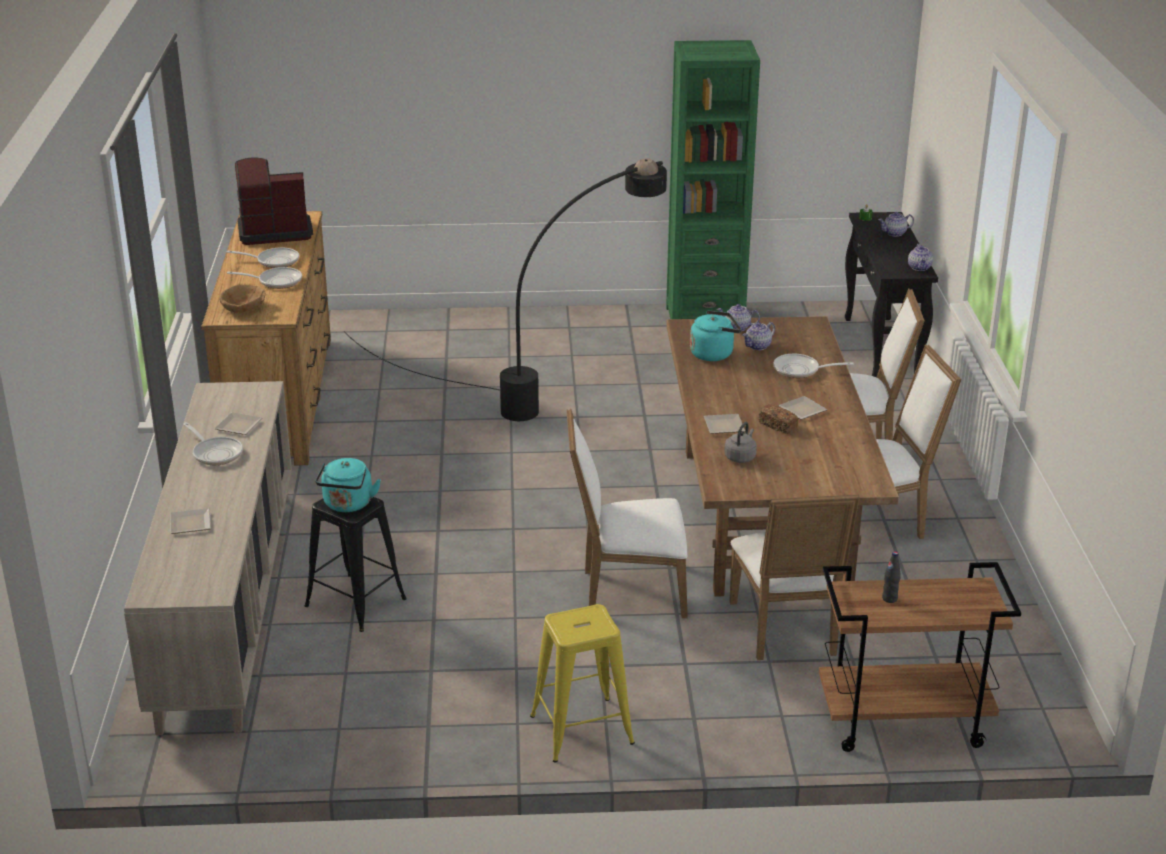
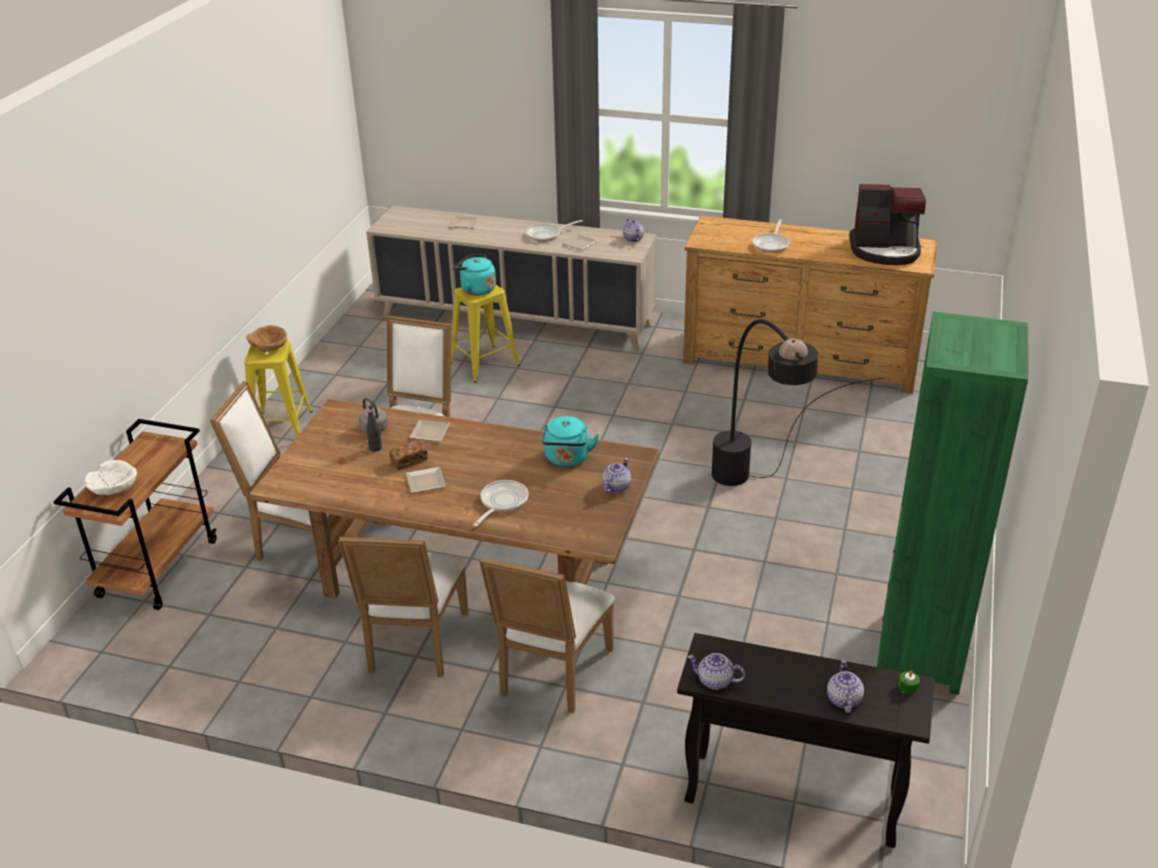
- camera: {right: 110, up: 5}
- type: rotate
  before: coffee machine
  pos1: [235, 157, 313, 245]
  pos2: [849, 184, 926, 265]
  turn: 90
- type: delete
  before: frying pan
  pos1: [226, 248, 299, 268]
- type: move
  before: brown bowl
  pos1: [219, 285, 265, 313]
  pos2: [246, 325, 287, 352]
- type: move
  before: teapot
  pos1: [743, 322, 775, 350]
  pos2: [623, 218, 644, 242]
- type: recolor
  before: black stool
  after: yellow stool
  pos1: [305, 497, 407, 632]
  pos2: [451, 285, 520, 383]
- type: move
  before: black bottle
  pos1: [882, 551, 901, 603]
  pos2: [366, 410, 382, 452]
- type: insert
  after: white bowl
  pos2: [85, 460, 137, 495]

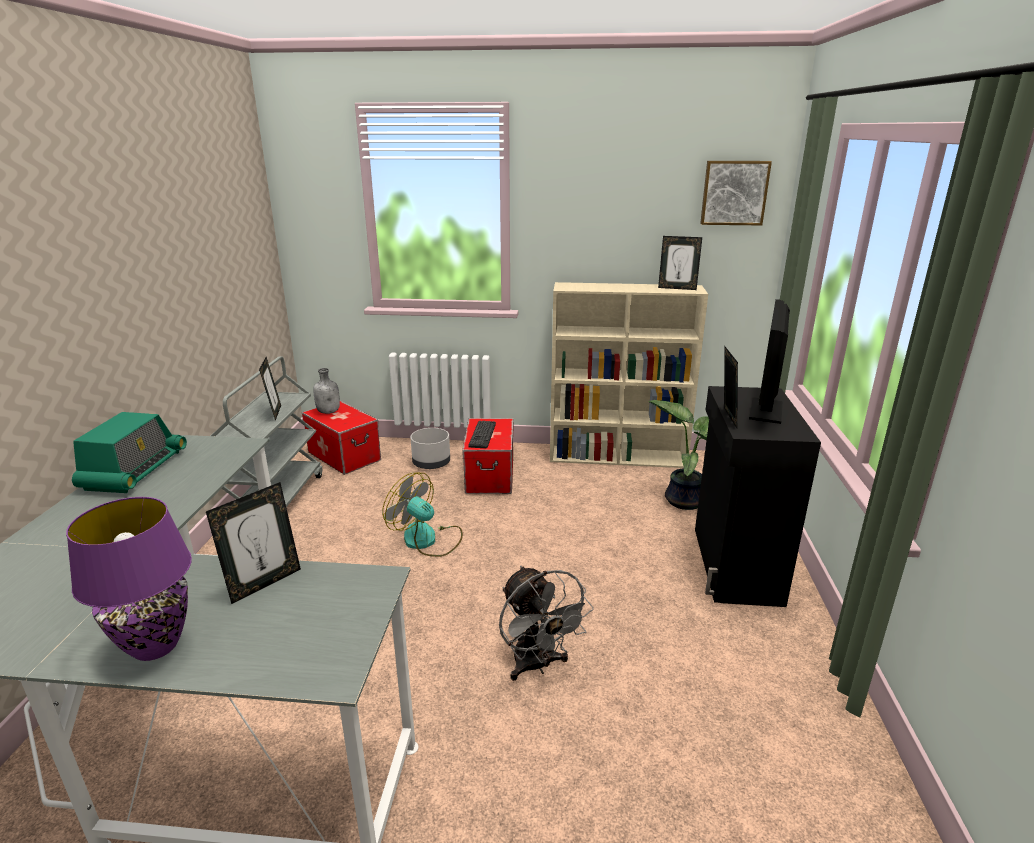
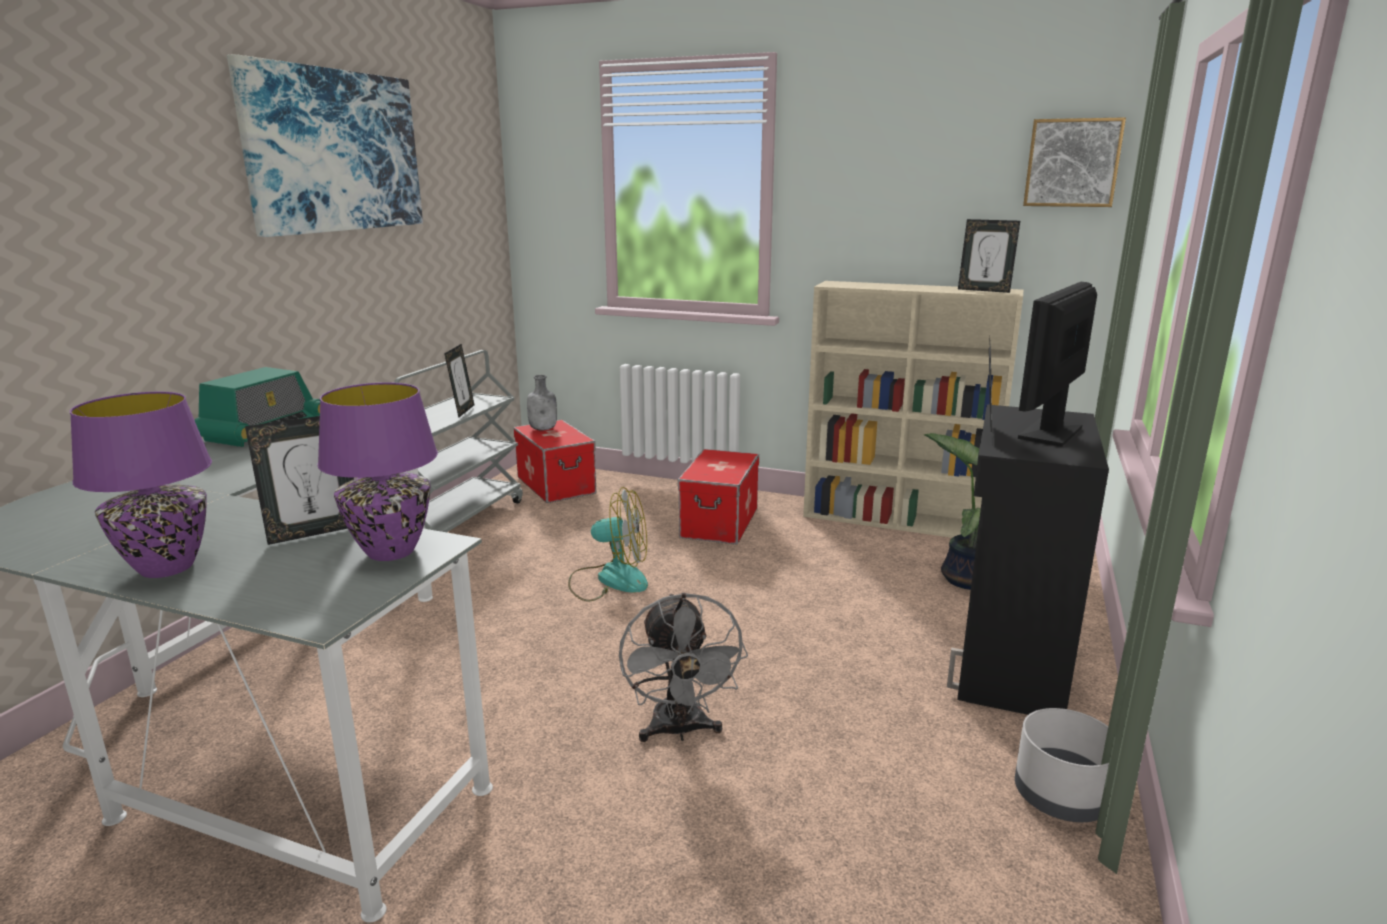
- camera: {right: 15, up: -5}
- type: delete
  before: keyboard
  pos1: [469, 421, 496, 448]
- type: move
  before: grey planter
  pos1: [410, 428, 450, 469]
  pos2: [1015, 708, 1109, 822]
- type: rotate
  before: fan
  pos1: [382, 472, 463, 557]
  pos2: [568, 487, 648, 601]
  turn: 135
- type: insert
  after: picture
  pos2: [227, 54, 423, 237]
- type: insert
  after: purple table lamp
  pos2: [317, 382, 438, 561]

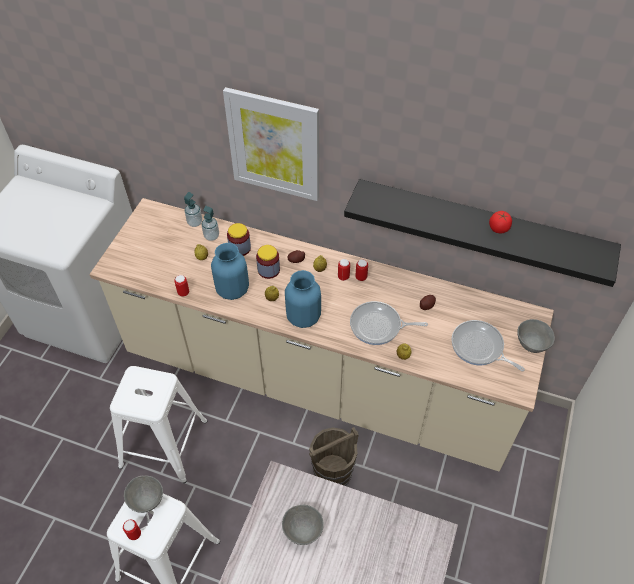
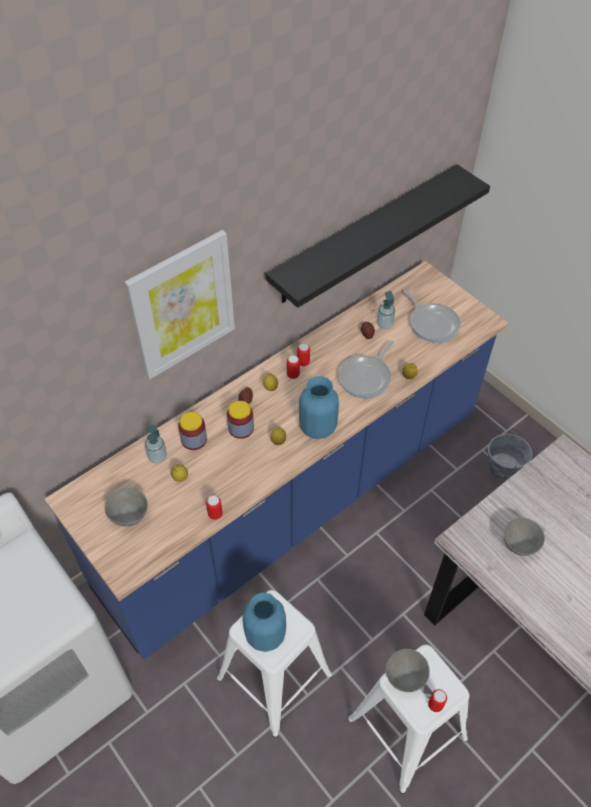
- camera: {right: -60, up: 0}
- type: move
  before: soap dispenser
  pos1: [184, 192, 202, 227]
  pos2: [377, 291, 395, 329]
- type: recolor
  before: beige counter
  after: blue counter
  pos1: [89, 198, 554, 471]
  pos2: [44, 261, 508, 660]
- type: delete
  before: tomato
  pos1: [489, 211, 512, 233]
- type: move
  before: blue vase
  pos1: [211, 243, 249, 300]
  pos2: [243, 592, 286, 652]
- type: move
  before: grey bowl
  pos1: [517, 319, 555, 353]
  pos2: [104, 488, 148, 526]
- type: rotate
  before: frying pan
  pos1: [451, 320, 525, 371]
  pos2: [403, 289, 461, 343]
  turn: -105
- type: delete
  before: brown bucket
  pos1: [309, 427, 359, 486]
- type: insert
  after: grey bucket
  pos2: [488, 431, 533, 480]

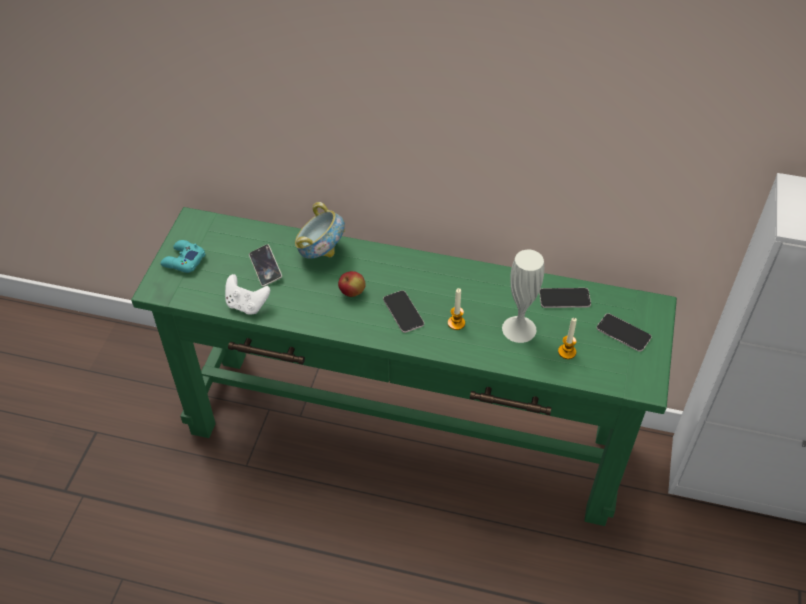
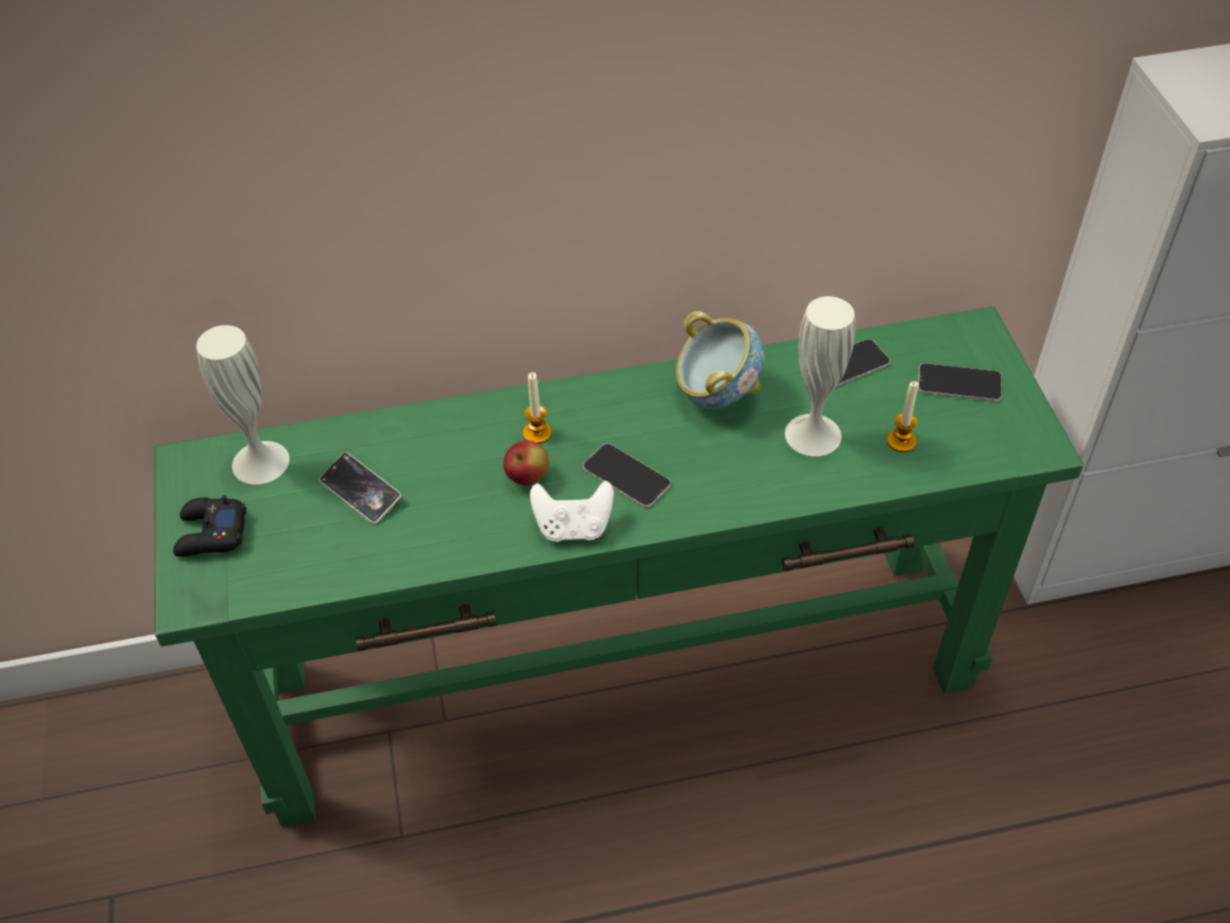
- camera: {right: -25, up: 0}
- type: move
  before: bowl
  pos1: [295, 202, 345, 259]
  pos2: [676, 311, 764, 409]
- type: recolor
  before: turquoise game controller
  after: black game controller
  pos1: [160, 240, 206, 273]
  pos2: [173, 495, 247, 557]
- type: move
  before: white game controller
  pos1: [225, 274, 270, 314]
  pos2: [530, 481, 614, 542]
- type: move
  before: candle
  pos1: [448, 288, 465, 330]
  pos2: [523, 372, 552, 444]
- type: insert
  after: white vase
  pos2: [196, 325, 290, 485]

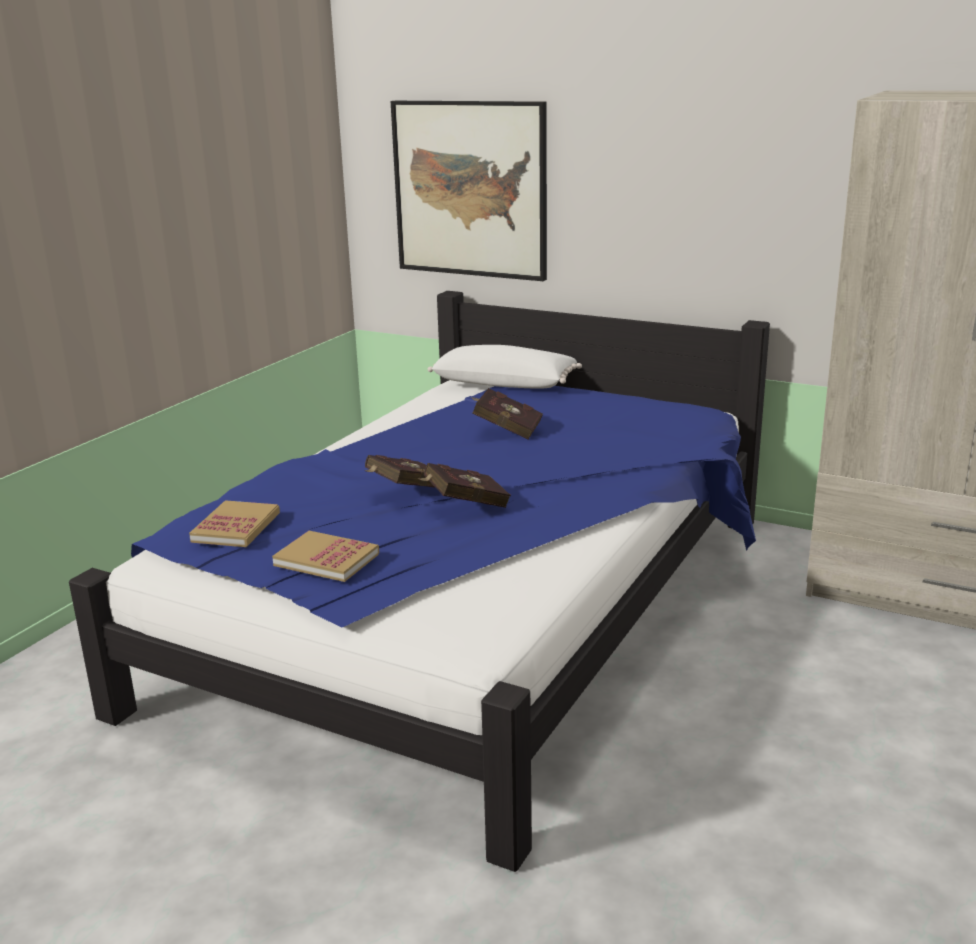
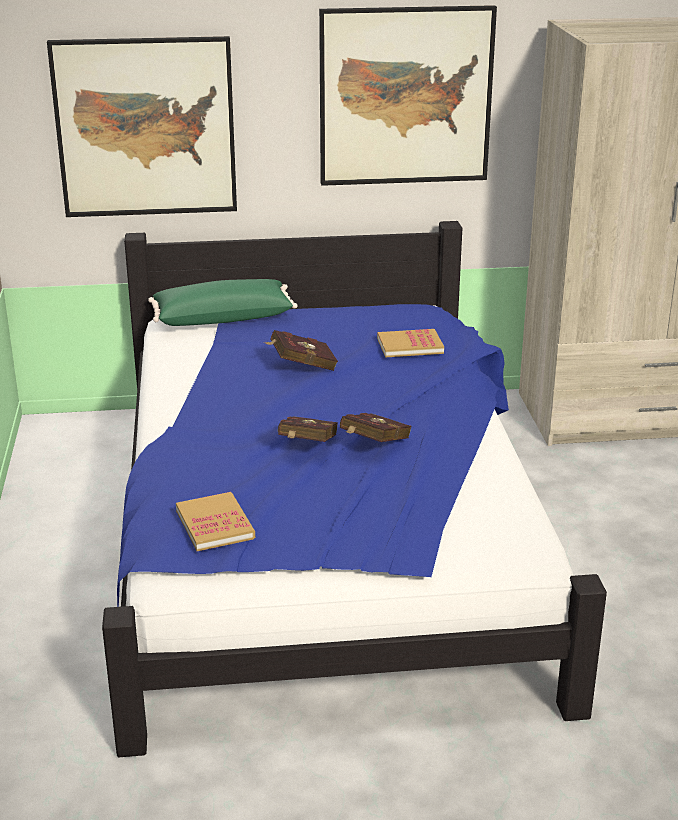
- camera: {right: -35, up: 5}
- type: recolor
  before: white pillow
  after: green pillow
  pos1: [428, 345, 582, 389]
  pos2: [148, 279, 297, 326]
- type: move
  before: book
  pos1: [272, 531, 379, 582]
  pos2: [377, 329, 444, 358]
- type: insert
  after: picture
  pos2: [319, 5, 497, 186]

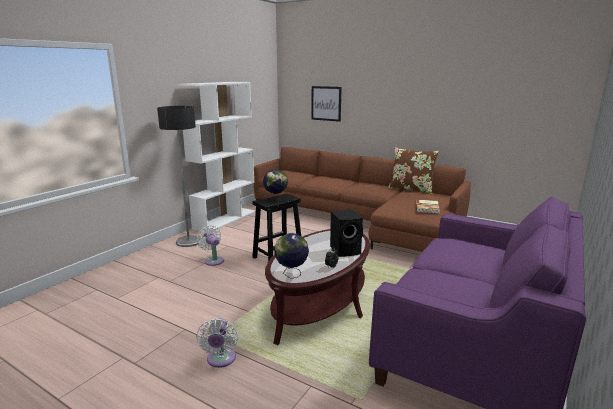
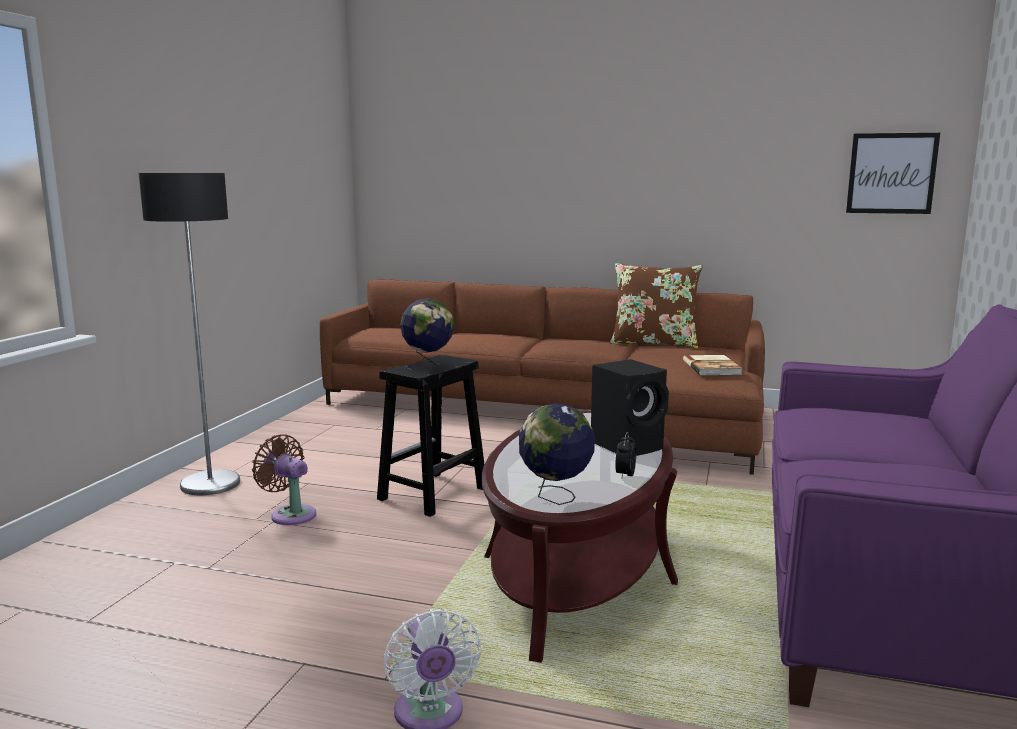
- camera: {right: -15, up: -5}
- type: delete
  before: white bookcase
  pos1: [178, 82, 256, 232]
- type: move
  before: picture
  pos1: [311, 86, 342, 122]
  pos2: [846, 133, 940, 214]
- type: recolor
  before: white fan
  after: brown fan
  pos1: [197, 226, 224, 266]
  pos2: [252, 434, 316, 525]

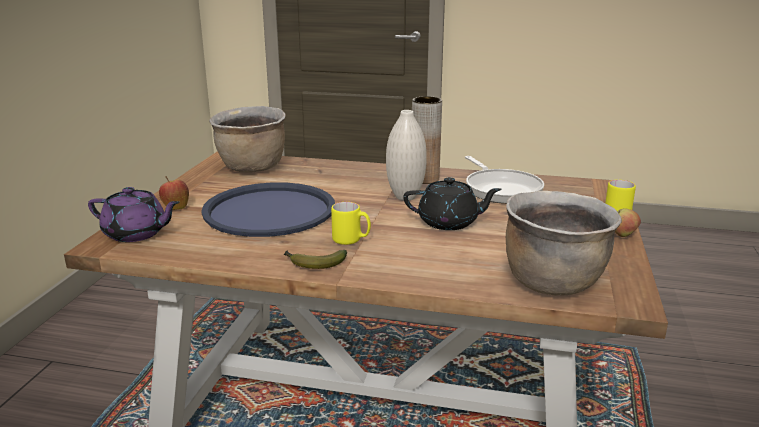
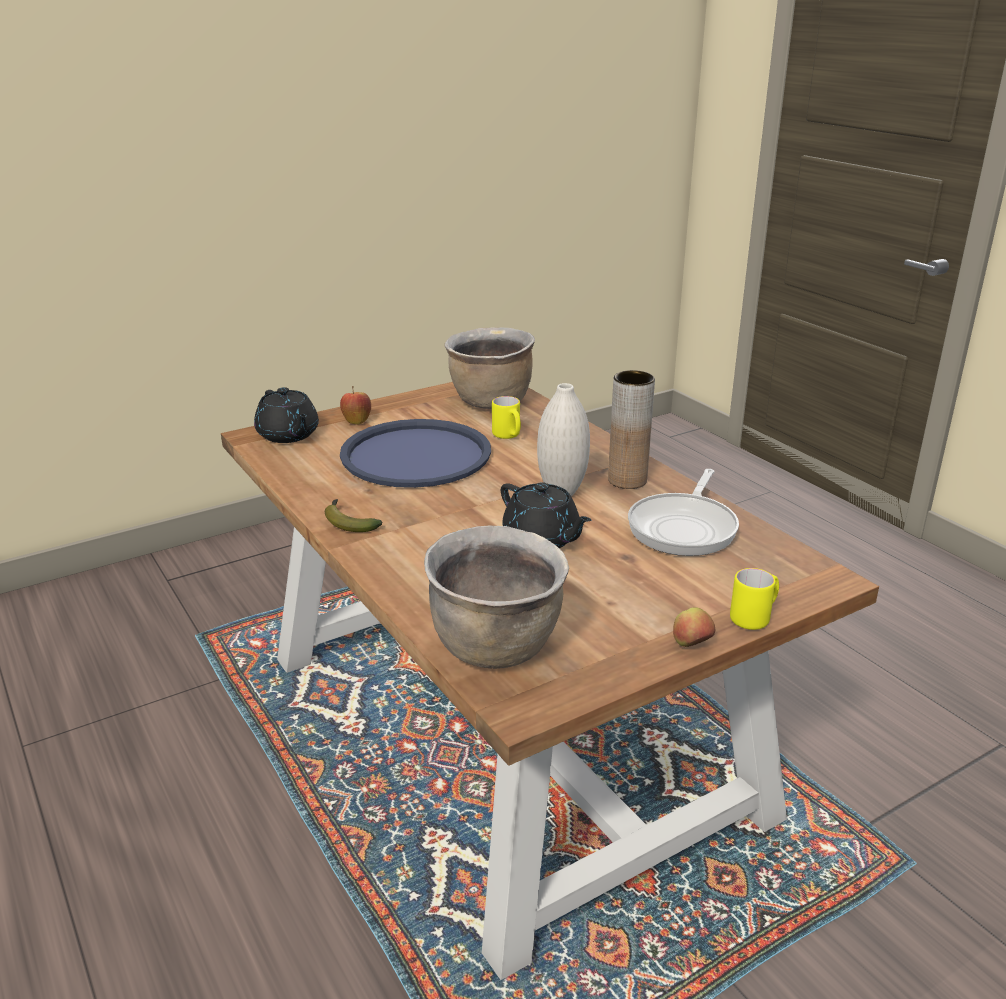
- camera: {right: 45, up: 5}
- type: recolor
  before: purple teapot
  after: black teapot
  pos1: [88, 187, 180, 242]
  pos2: [254, 387, 319, 443]
- type: move
  before: yellow mug
  pos1: [331, 202, 371, 245]
  pos2: [492, 396, 521, 439]

